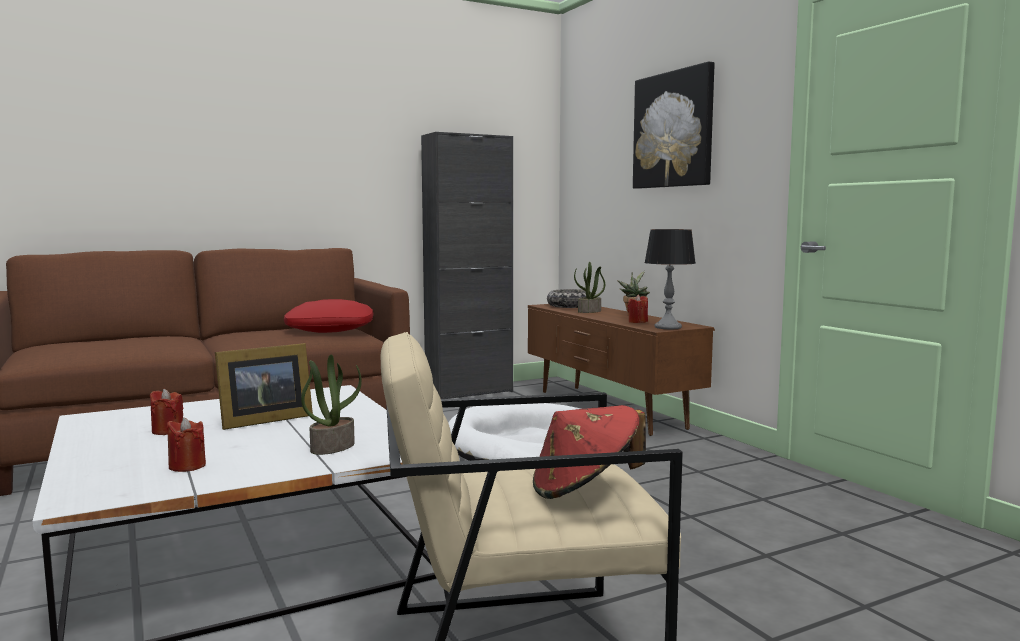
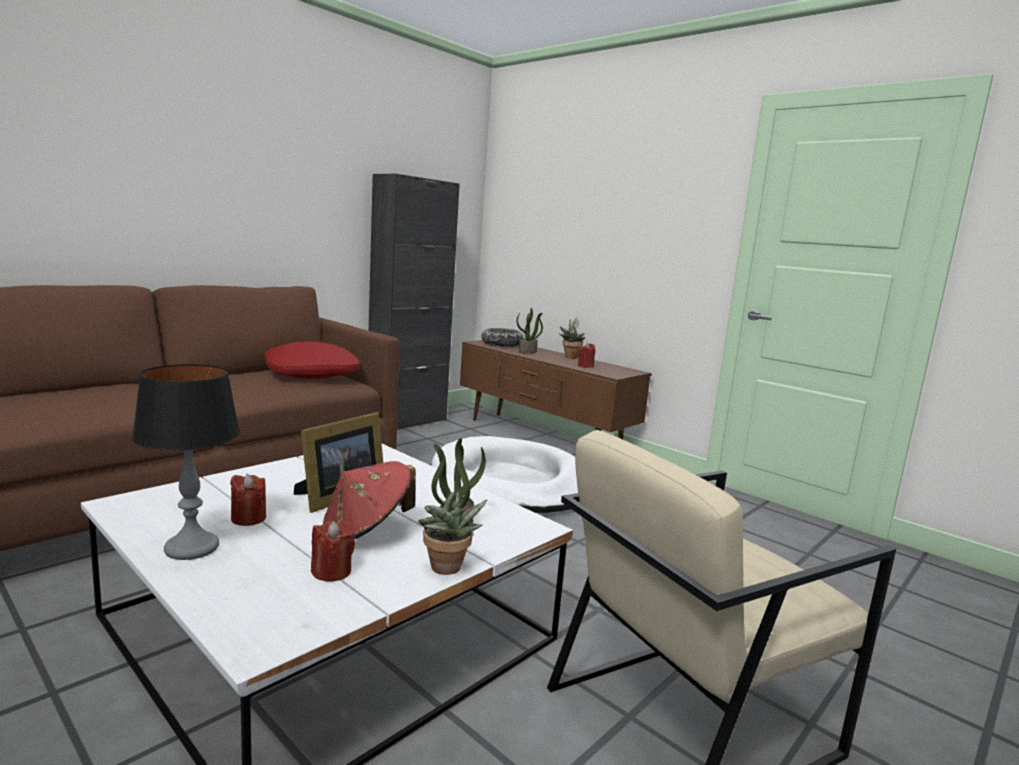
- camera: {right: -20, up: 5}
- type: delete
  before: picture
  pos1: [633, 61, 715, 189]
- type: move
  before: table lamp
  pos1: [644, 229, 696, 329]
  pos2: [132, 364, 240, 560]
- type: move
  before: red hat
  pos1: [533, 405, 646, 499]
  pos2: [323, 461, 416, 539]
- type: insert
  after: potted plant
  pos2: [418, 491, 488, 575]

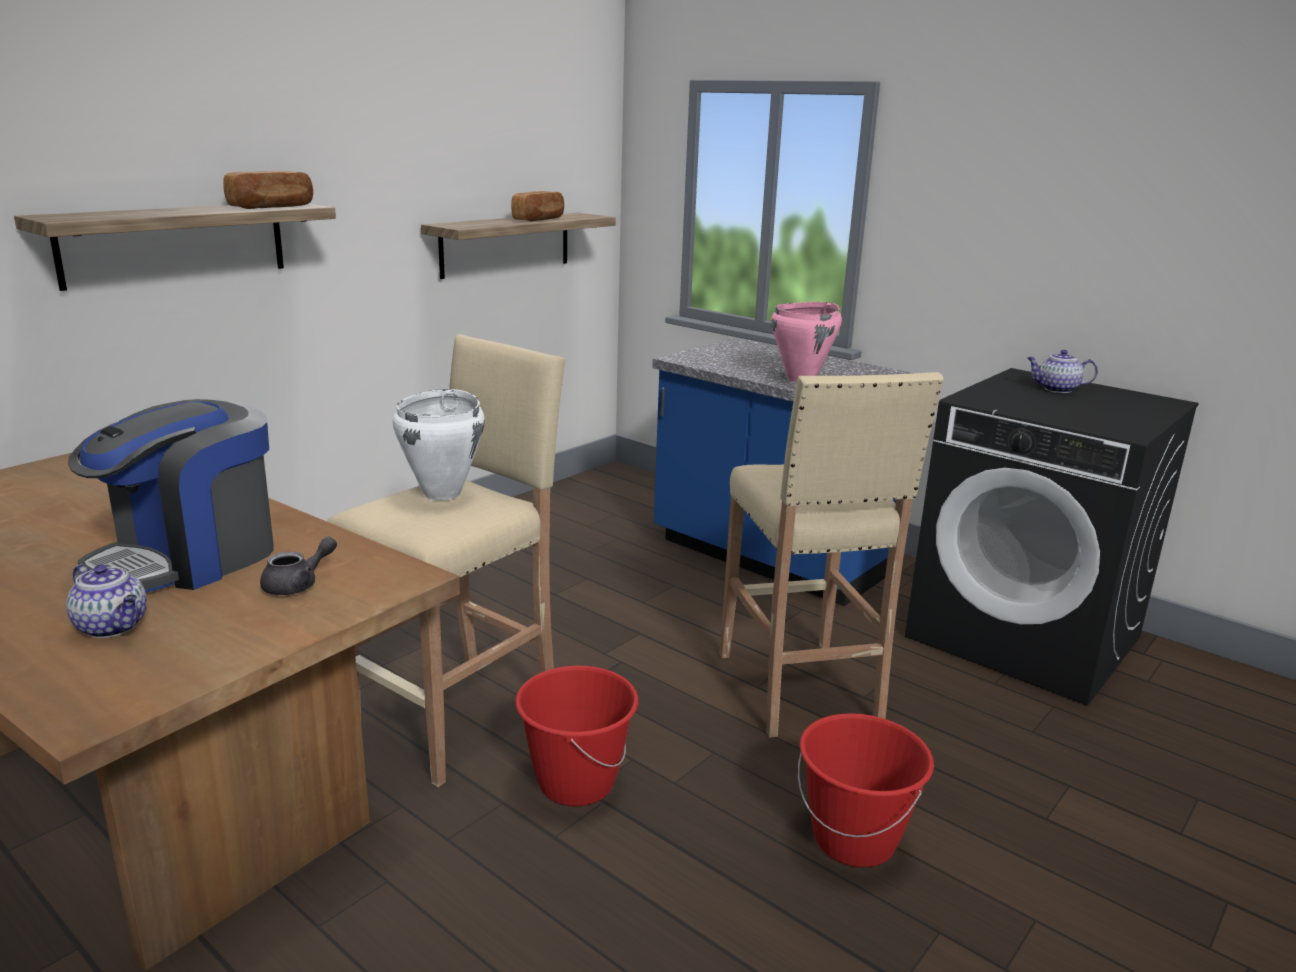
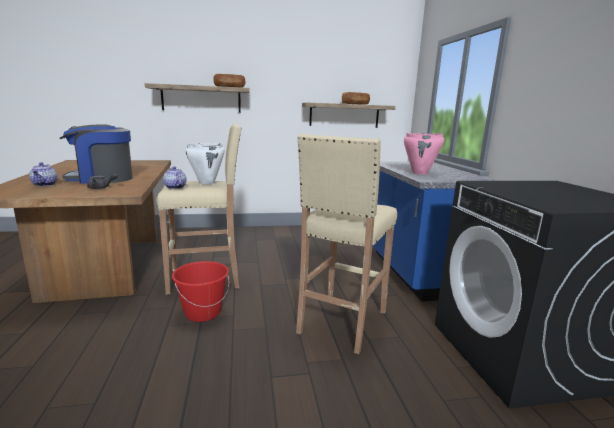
- camera: {right: 40, up: -5}
- type: move
  before: teapot
  pos1: [1027, 350, 1098, 393]
  pos2: [163, 166, 186, 189]
- type: delete
  before: red bucket
  pos1: [798, 713, 934, 867]

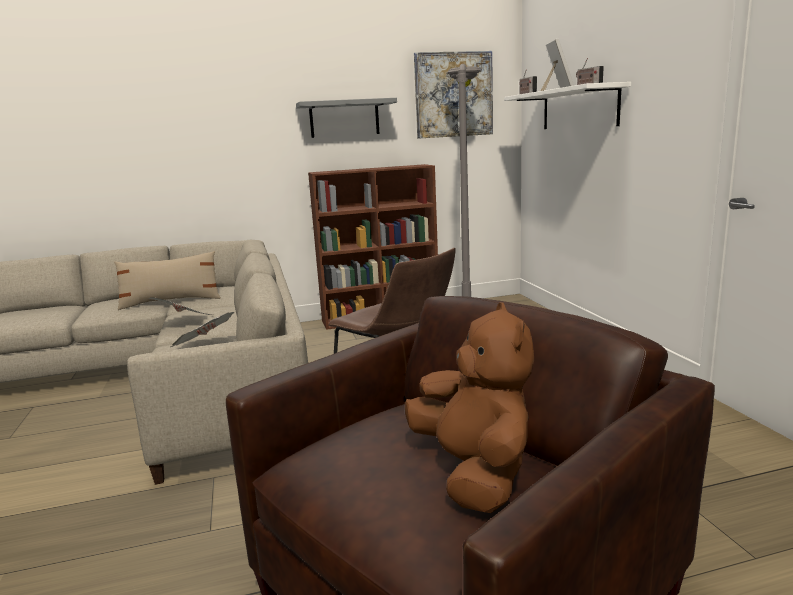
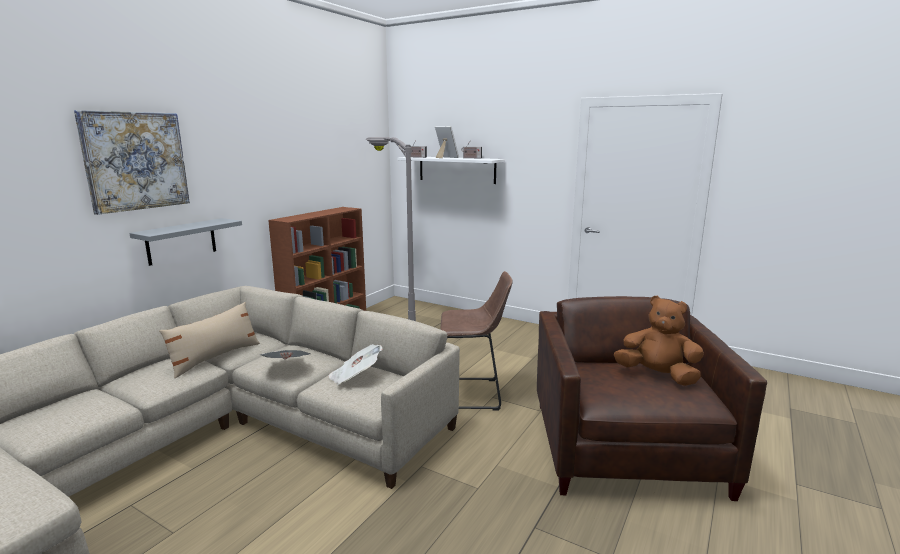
- camera: {right: -45, up: 0}
- type: move
  before: picture
  pos1: [414, 51, 493, 139]
  pos2: [74, 110, 190, 215]
- type: move
  before: grey shelf
  pos1: [296, 98, 397, 138]
  pos2: [129, 218, 242, 266]

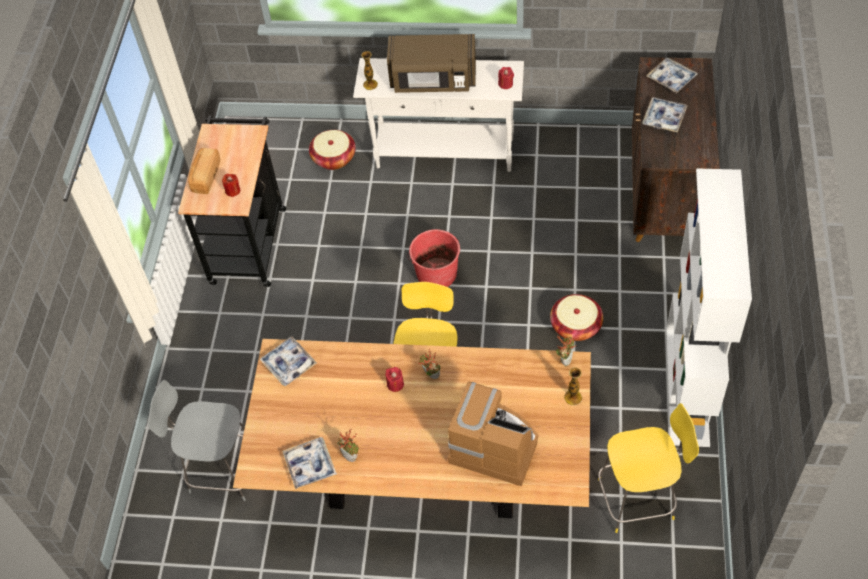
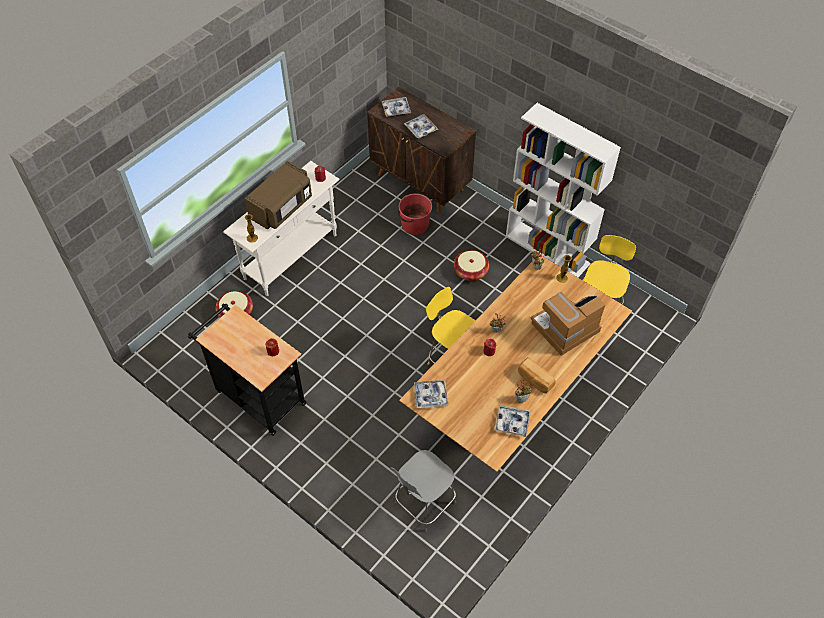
- camera: {right: -60, up: 0}
- type: move
  before: bread
  pos1: [188, 148, 220, 194]
  pos2: [518, 357, 556, 393]
- type: move
  before: red bucket
  pos1: [407, 229, 460, 287]
  pos2: [398, 193, 432, 235]

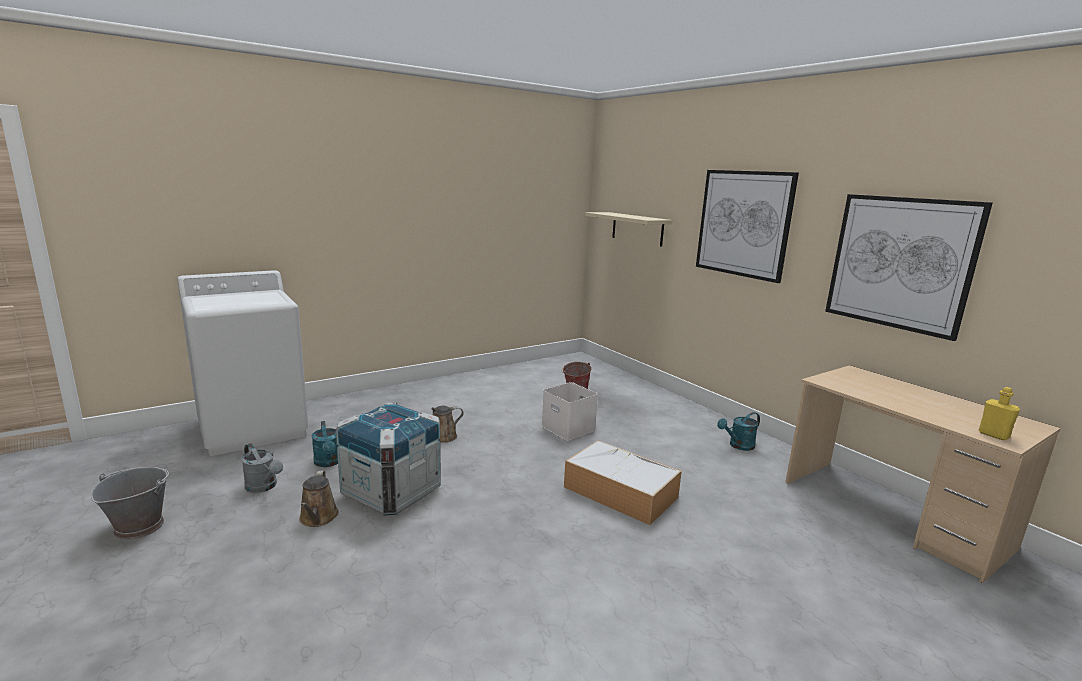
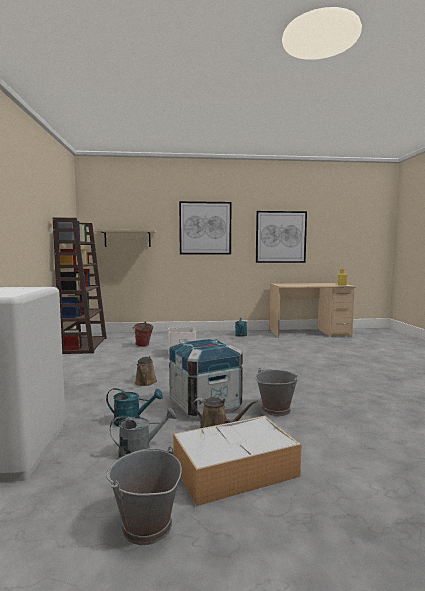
- camera: {right: -60, up: -10}
- type: move
  before: storage box
  pos1: [564, 440, 682, 525]
  pos2: [173, 416, 301, 506]
- type: insert
  after: brown bookcase
  pos2: [53, 218, 107, 354]
- type: insert
  after: grey bucket
  pos2: [256, 368, 299, 416]

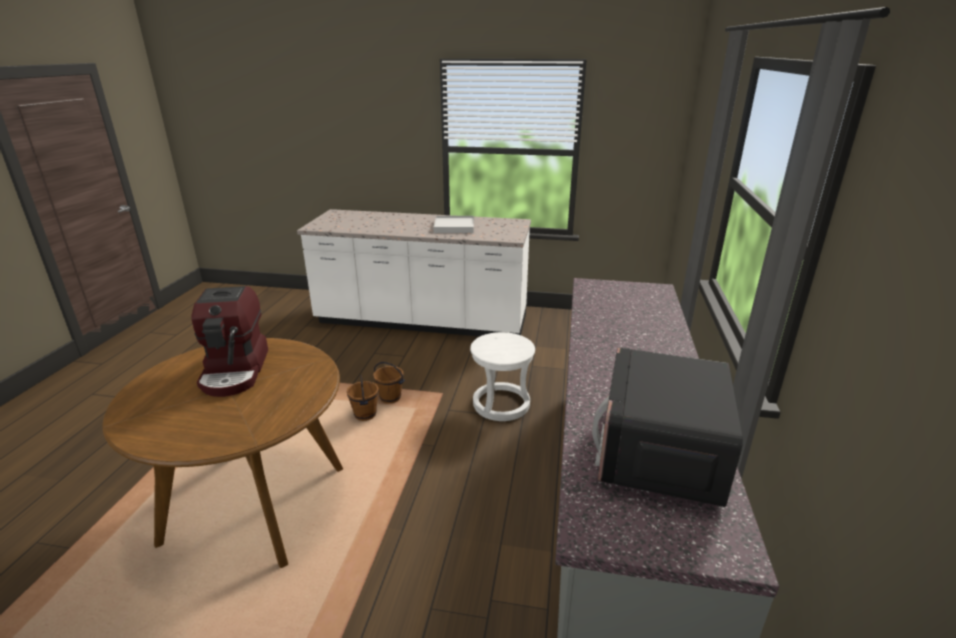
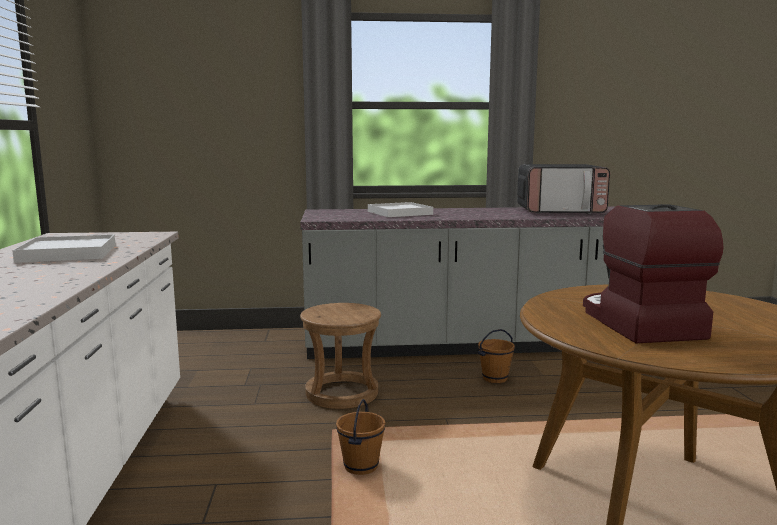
- camera: {right: -105, up: -15}
- type: rotate
  before: coffee machine
  pos1: [191, 286, 268, 397]
  pos2: [583, 204, 724, 343]
  turn: -75
- type: recolor
  before: white stool
  after: brown stool
  pos1: [470, 332, 535, 421]
  pos2: [300, 303, 381, 409]
- type: move
  before: brown bucket
  pos1: [347, 375, 379, 421]
  pos2: [477, 329, 515, 383]
- type: insert
  after: white tray
  pos2: [368, 202, 433, 217]

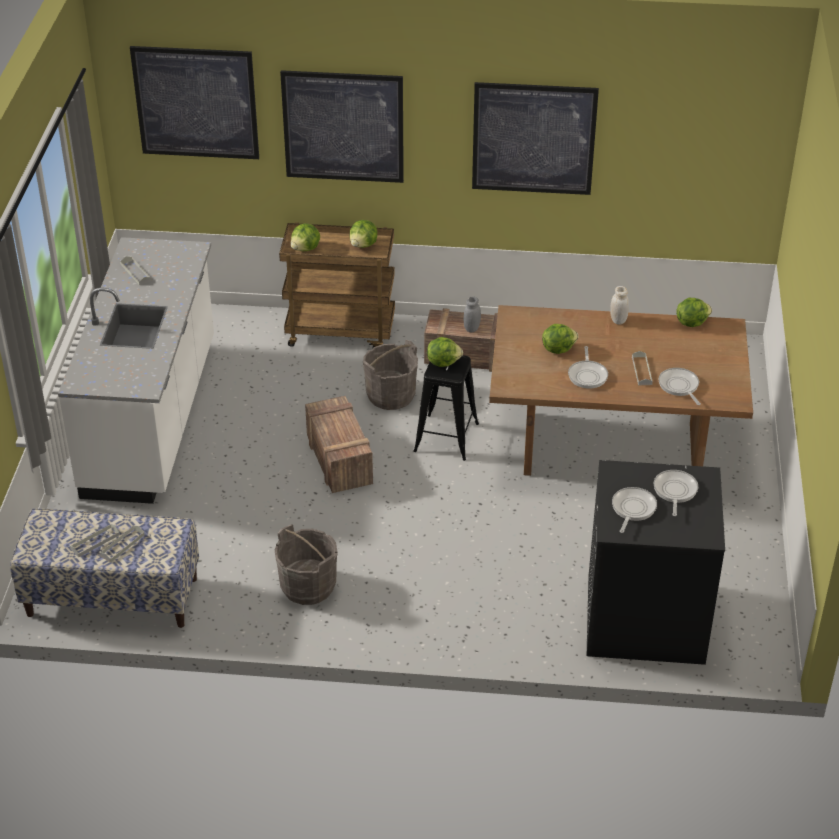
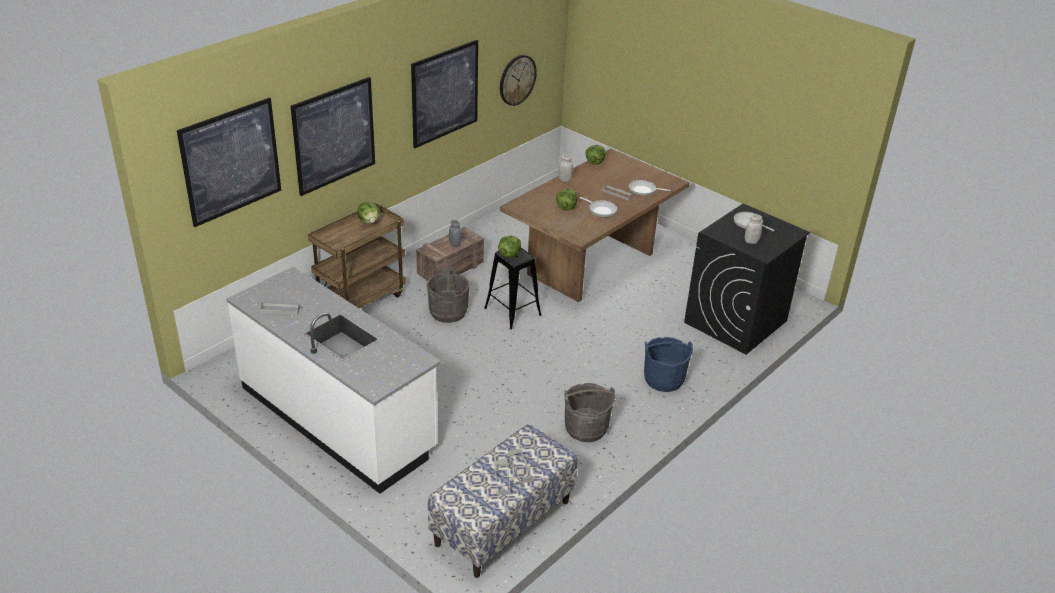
- camera: {right: -55, up: -5}
- type: delete
  before: lettuce
  pos1: [291, 224, 320, 251]
- type: delete
  before: crate
  pos1: [305, 396, 373, 493]
- type: replace
  before: frying pan
  after: white jar
  pos1: [612, 487, 657, 533]
  pos2: [745, 214, 762, 244]
- type: insert
  after: wall clock
  pos2: [500, 55, 537, 106]
- type: insert
  after: blue bucket
  pos2: [644, 337, 693, 392]

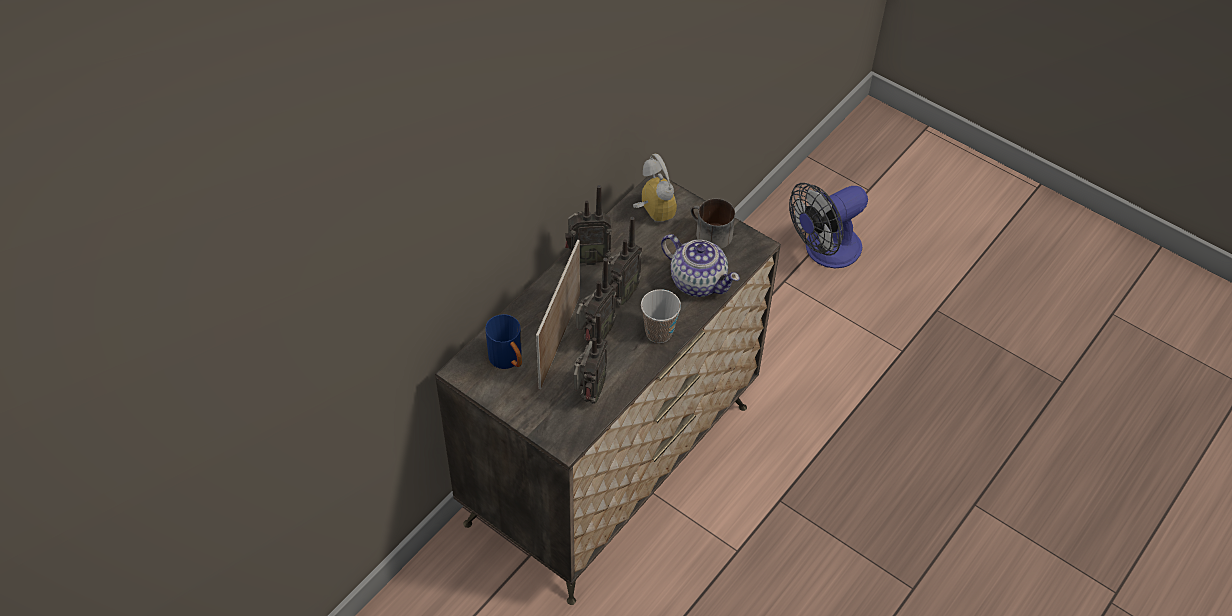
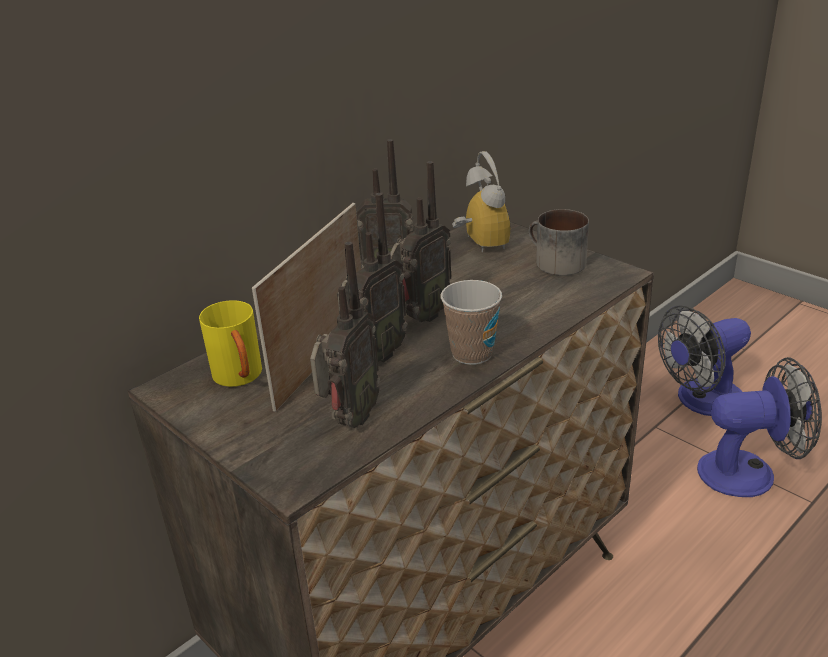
- camera: {right: 10, up: -20}
- type: delete
  before: teapot
  pos1: [661, 234, 740, 297]
- type: recolor
  before: blue mug
  after: yellow mug
  pos1: [485, 314, 522, 369]
  pos2: [199, 300, 262, 387]
- type: insert
  after: fan
  pos2: [697, 357, 822, 497]

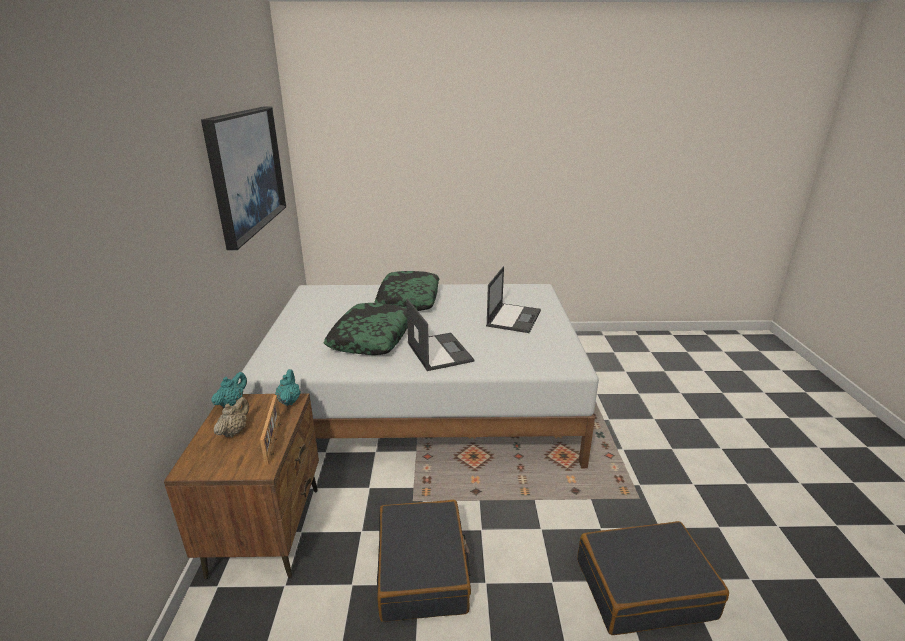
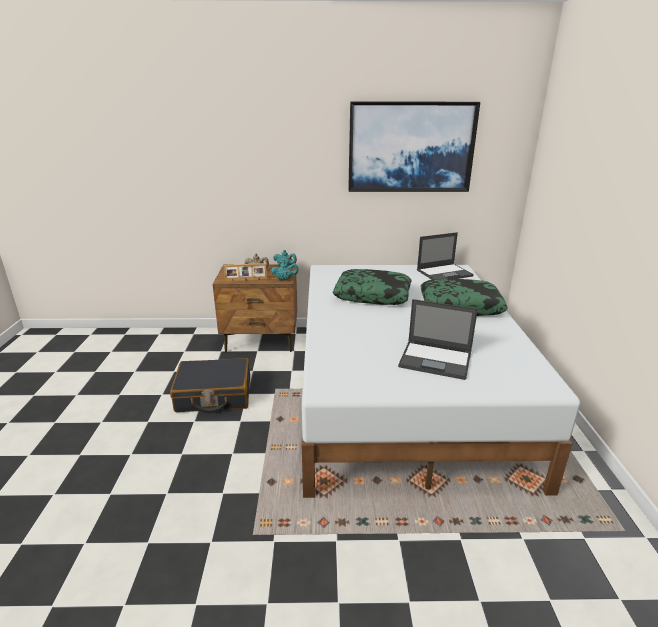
- camera: {right: 90, up: 0}
- type: move
  before: laptop
  pos1: [406, 299, 474, 371]
  pos2: [417, 232, 474, 280]
- type: delete
  before: black suitcase
  pos1: [577, 521, 729, 635]

